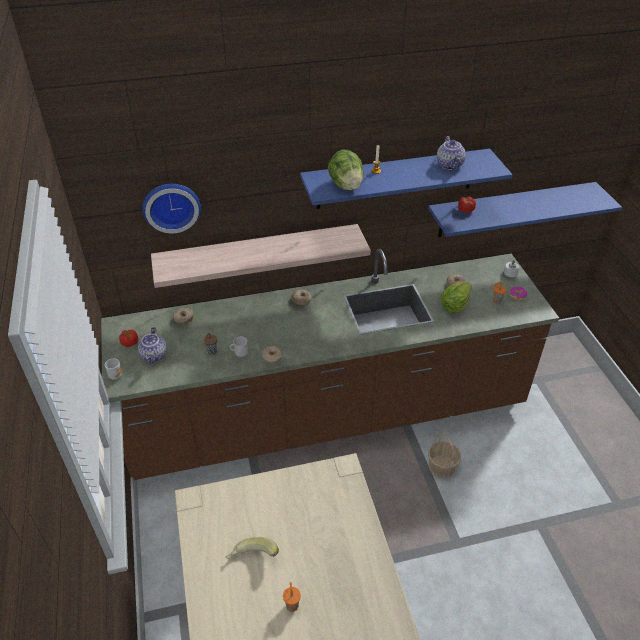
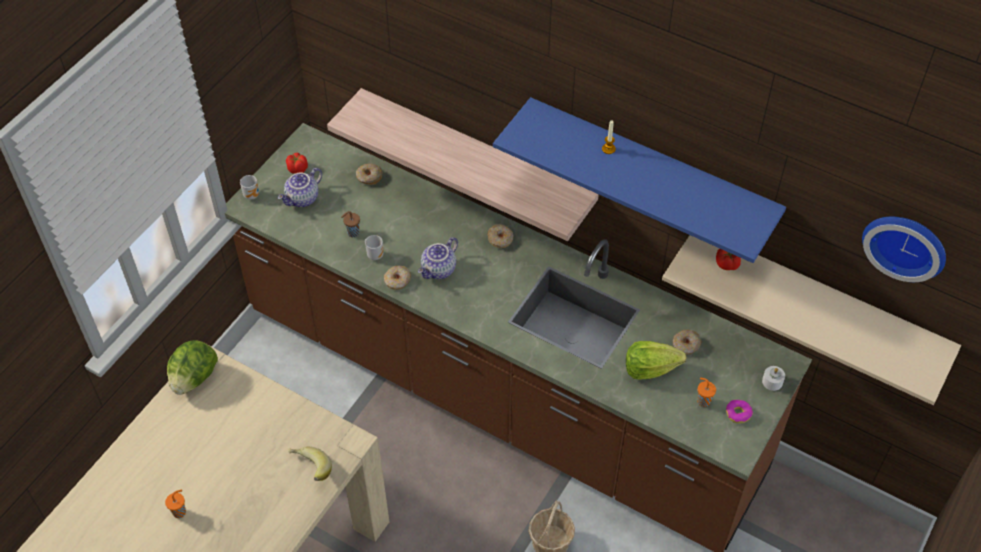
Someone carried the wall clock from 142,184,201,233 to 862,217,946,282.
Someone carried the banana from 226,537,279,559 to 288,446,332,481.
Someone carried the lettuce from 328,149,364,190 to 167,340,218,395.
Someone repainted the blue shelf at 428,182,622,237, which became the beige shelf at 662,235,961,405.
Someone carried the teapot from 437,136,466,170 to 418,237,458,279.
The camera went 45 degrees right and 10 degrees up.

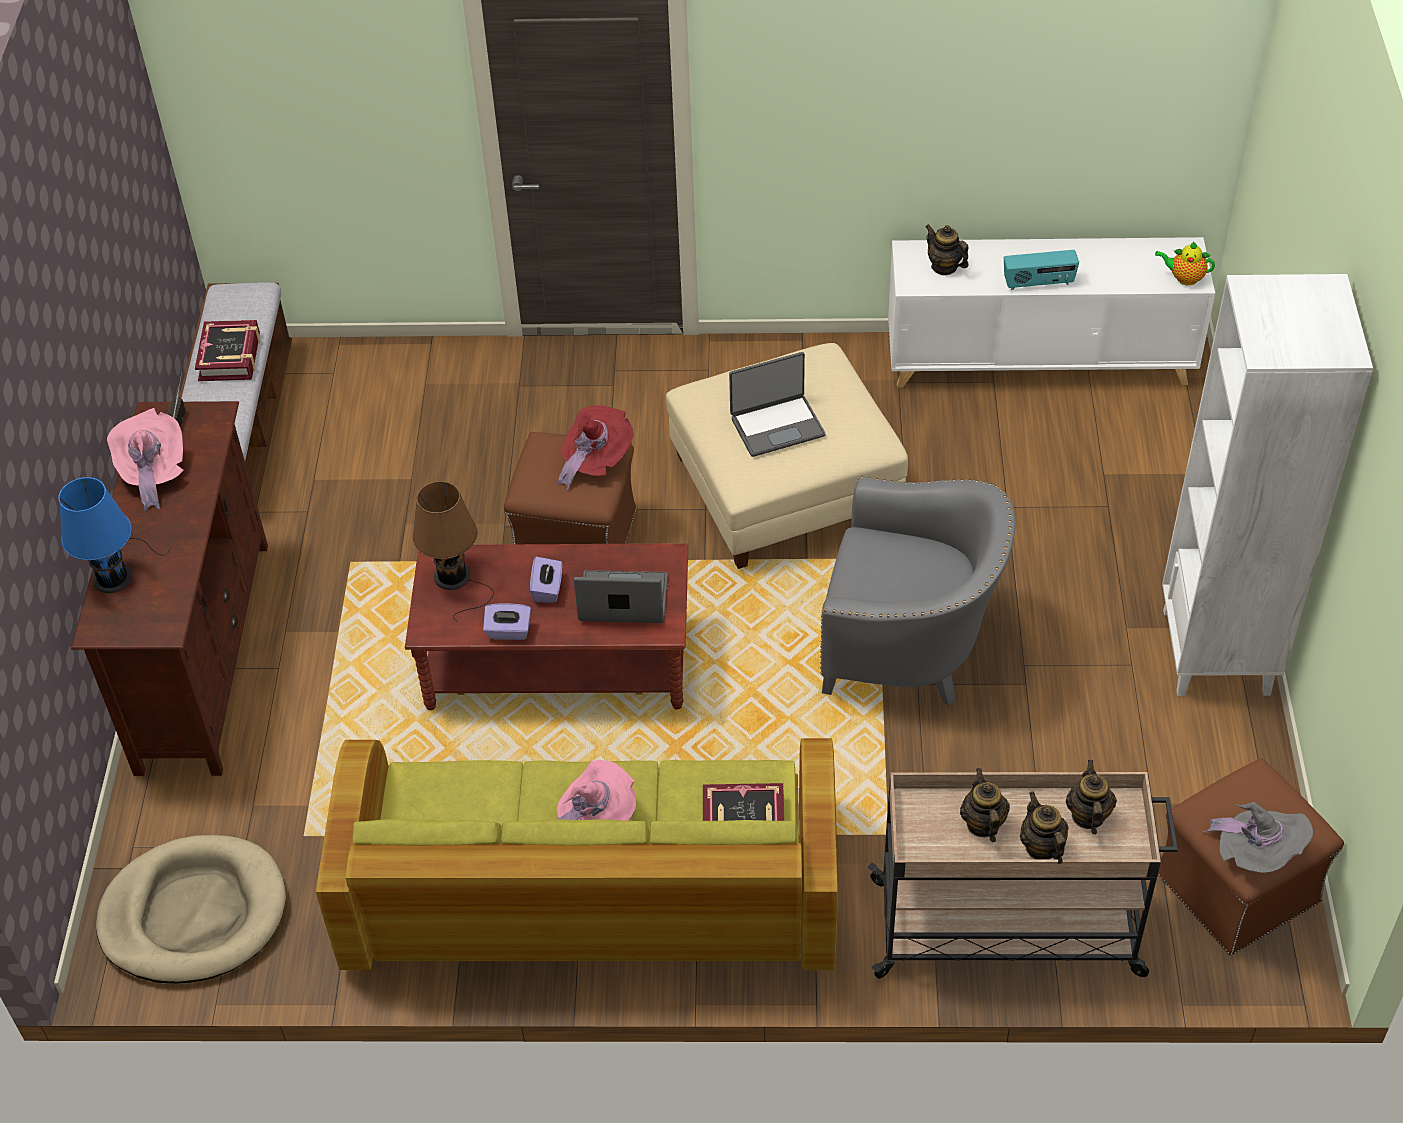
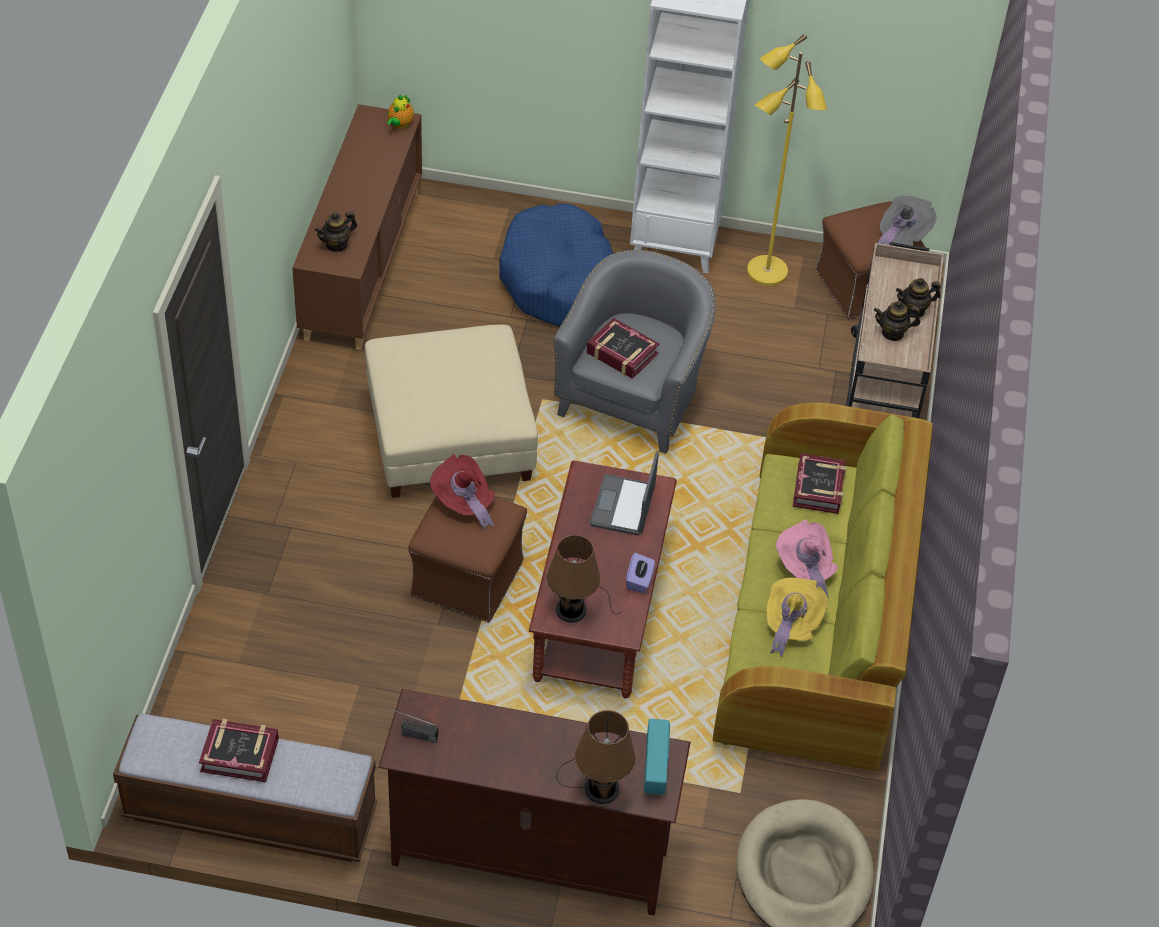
Someone repainted the blue table lamp at 58,477,170,593, which became the brown table lamp at 556,710,636,804.
Someone took away the pink hat at 107,408,183,511.
Someone took away the purple tissue box at 530,557,562,603.
Someone took away the laptop at 729,352,826,457.
Someone repainted the white cabinet at 888,237,1215,387, which became the brown cabinet at 292,104,422,350.
Someone carried the radio from 1004,250,1079,290 to 644,719,670,795.
Someone took away the teapot at 1066,760,1117,834.
Someone put down the blue dog bed at 499,203,614,326.
Someone put down the book at 587,318,659,379.
Someone put down the yellow floor lamp at 747,34,827,286.
Someone put down the yellow hat at 767,578,828,657.
The camera went 85 degrees left and 0 degrees up.

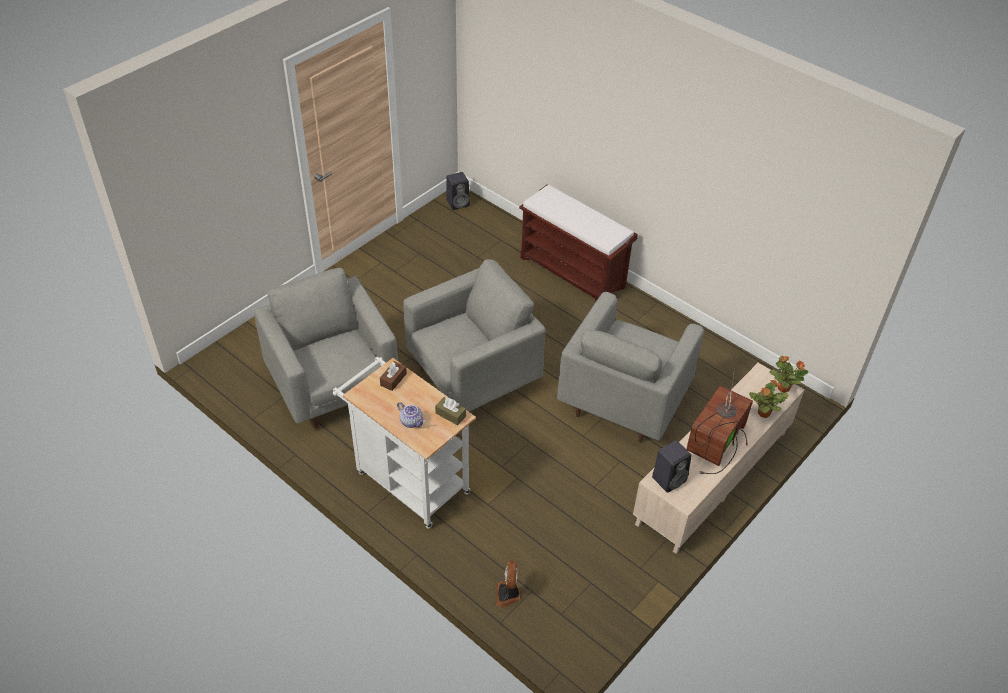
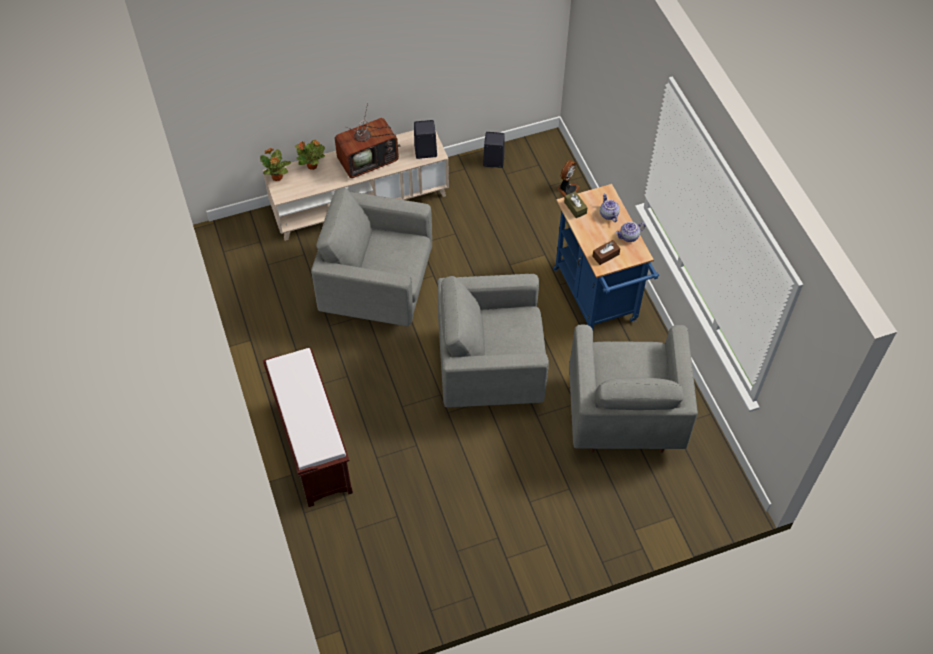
Someone repainted the white cart at 333,357,476,529, which became the blue cart at 553,184,659,330.
Someone carried the black speaker from 446,172,470,210 to 483,132,505,168.
Someone rotated the grey armchair at 557,292,704,443 by 135 degrees counterclockwise.
Someone put down the teapot at 616,222,645,242.
The camera went 150 degrees left and 10 degrees up.

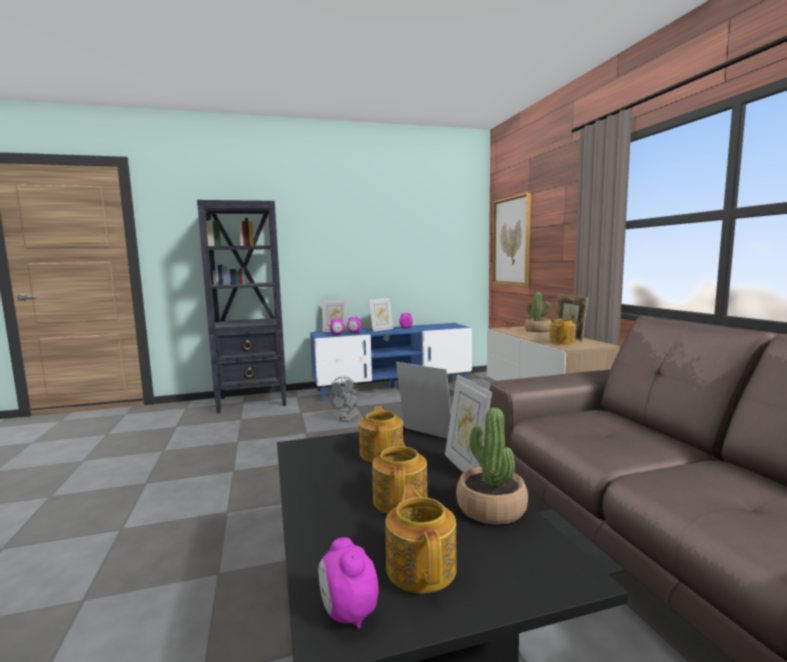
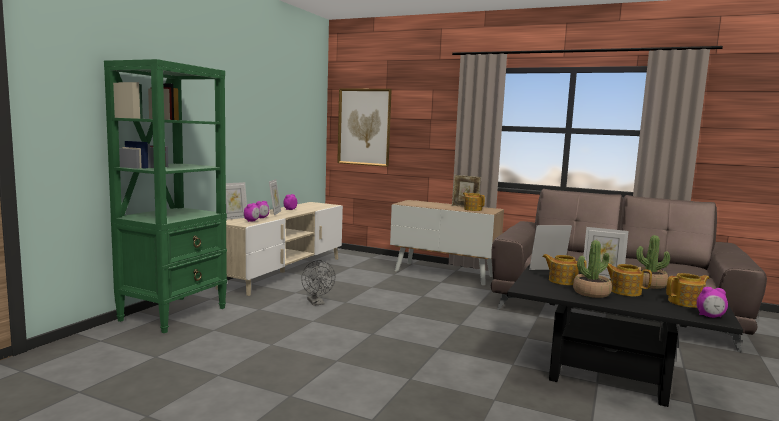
Someone repainted the black bookcase at 197,200,287,413, which became the green bookcase at 104,59,227,333.
Someone repainted the blue tv stand at 310,323,472,401, which became the beige tv stand at 216,202,343,296.
Someone rotated the teapot at 385,485,457,593 by 135 degrees clockwise.
Someone carried the potted plant from 525,292,552,332 to 573,240,612,298.
The camera went 50 degrees left and 0 degrees up.

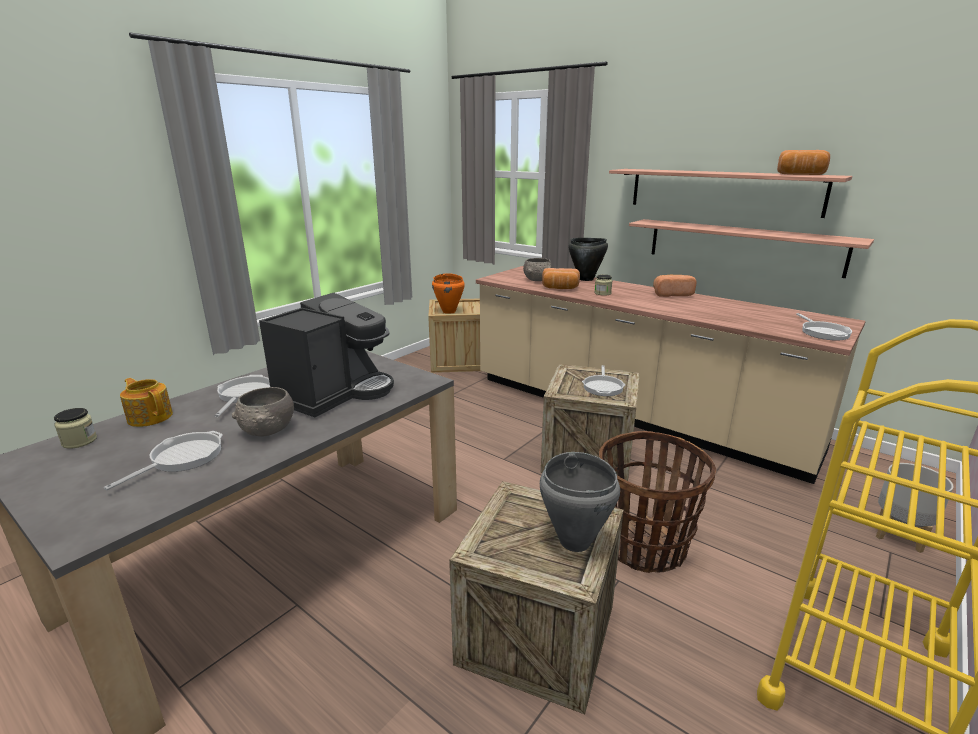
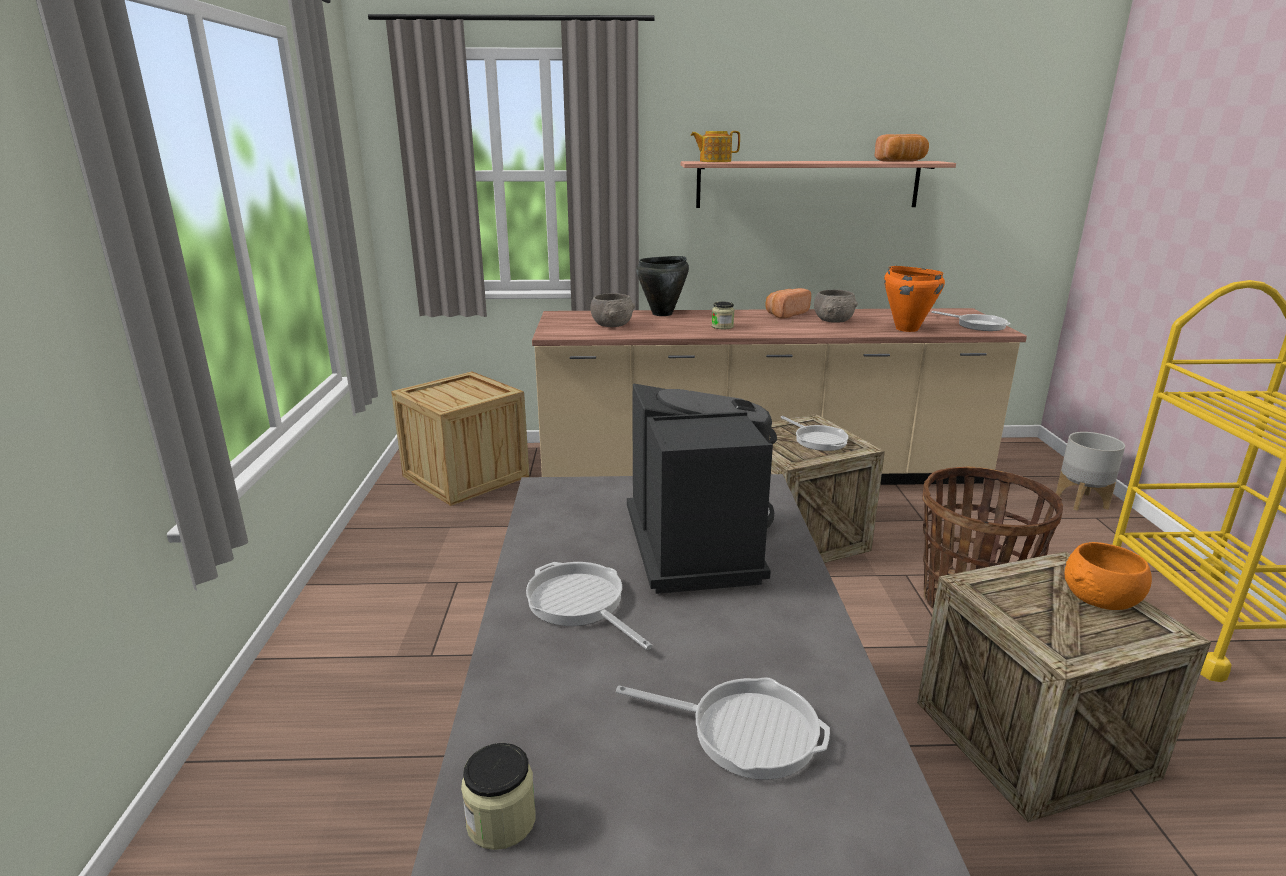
Someone rotated the frying pan at 104,431,223,491 by 120 degrees clockwise.
Someone carried the teapot from 120,378,173,427 to 690,131,740,162.
Someone carried the grey bowl from 232,387,294,436 to 814,290,858,323.
Someone carried the orange cooking pot from 432,273,465,314 to 884,266,945,332.
Someone swapped the grey cooking pot at 540,452,620,552 for the orange bowl at 1064,542,1152,610.
Someone took away the bread at 542,268,580,289.
Someone took away the shelf at 629,219,874,278.
The camera went 40 degrees left and 0 degrees up.

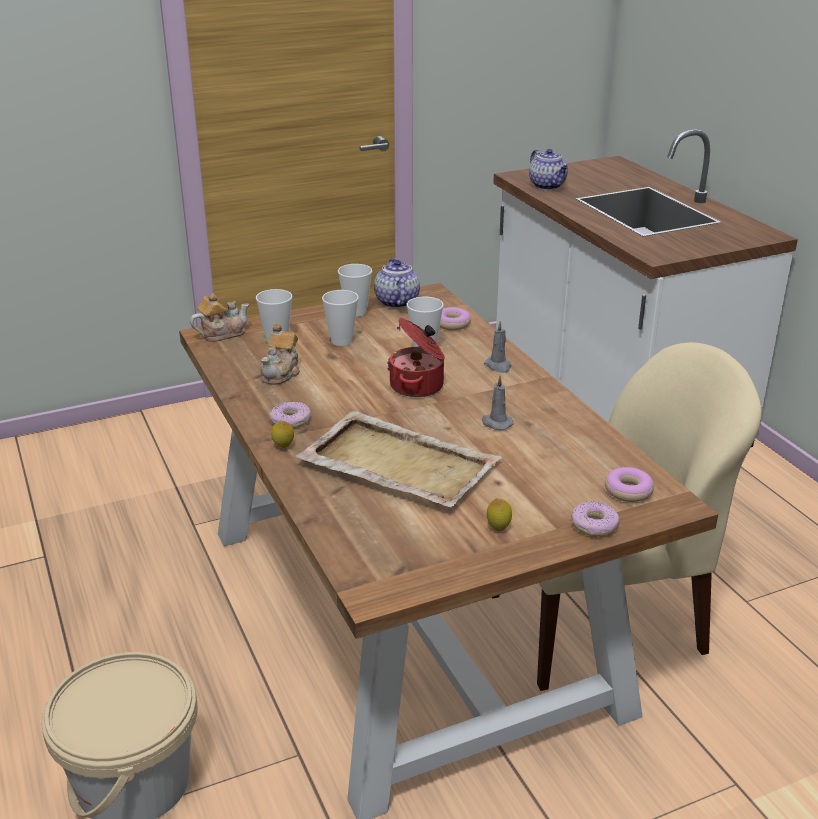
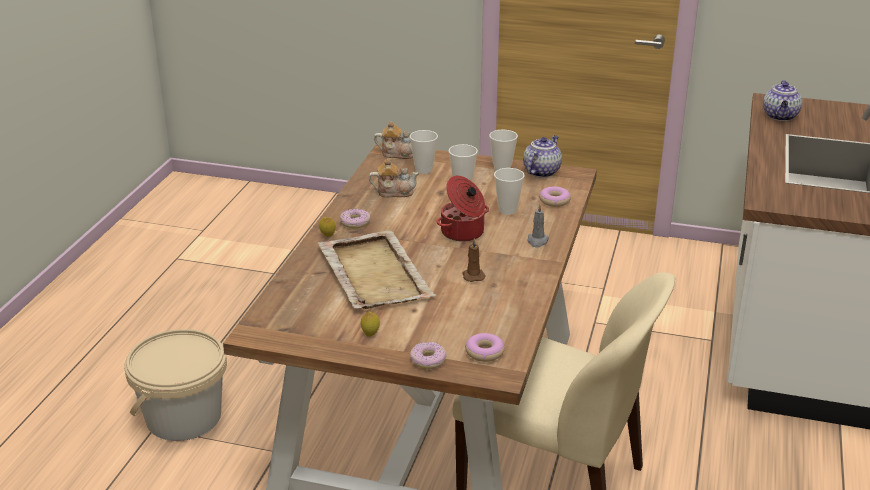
Someone rotated the teapot at 260,323,300,385 by 150 degrees counterclockwise.
Someone repainted the grey candle at 482,376,513,430, which became the brown candle at 462,238,486,282.
The camera went 40 degrees right and 0 degrees up.

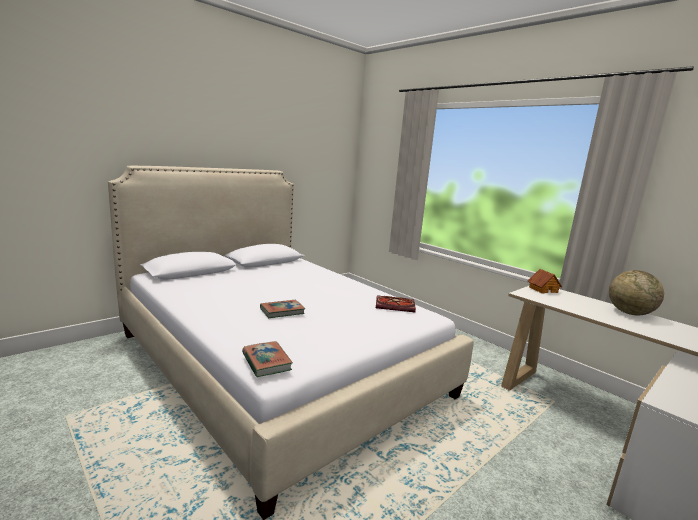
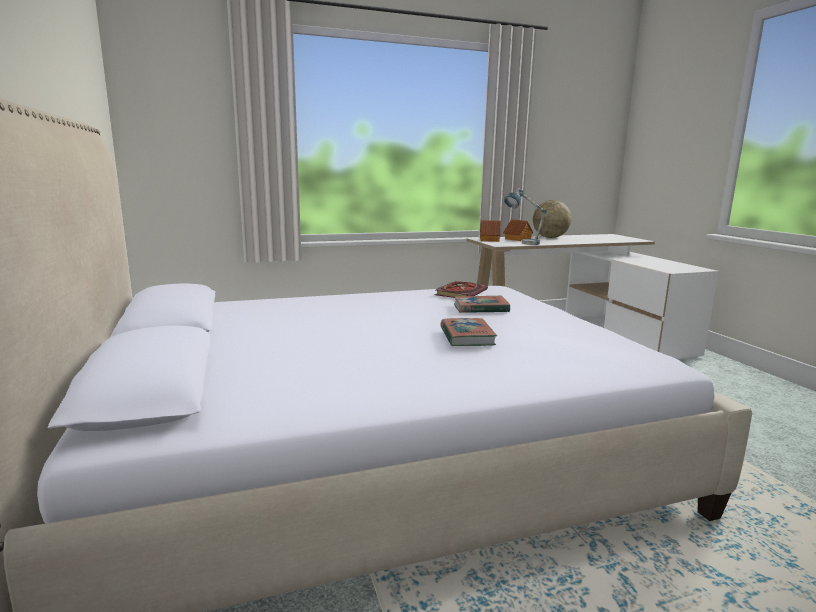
Someone carried the book from 242,341,293,377 to 454,296,510,313.
Someone put down the toy house at 503,219,533,241.
Someone put down the table lamp at 504,188,547,245.
The camera went 65 degrees left and 0 degrees up.

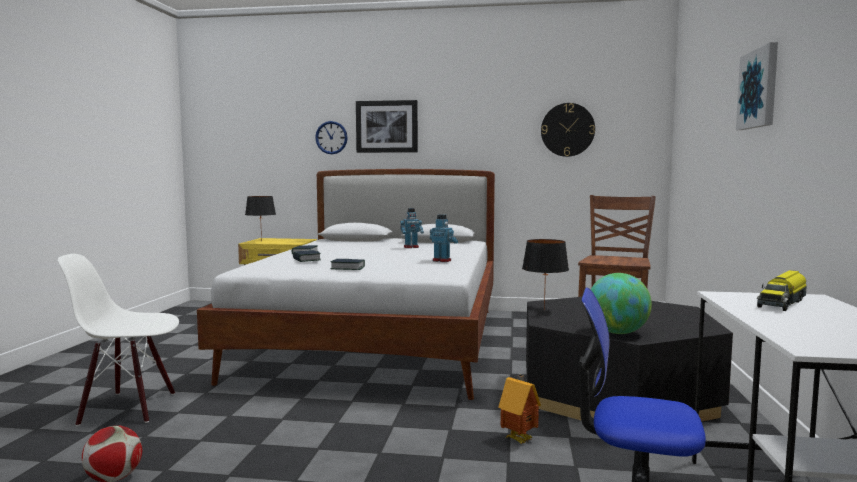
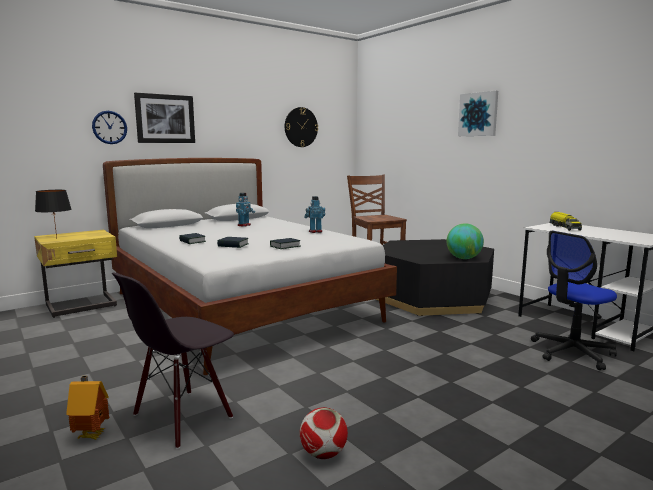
Someone repainted the white chair at 58,254,179,426, which became the black chair at 112,272,234,449.
Someone carried the toy house from 499,375,541,444 to 66,376,109,440.
Someone took away the black table lamp at 522,239,569,310.
The camera went 45 degrees left and 5 degrees up.

